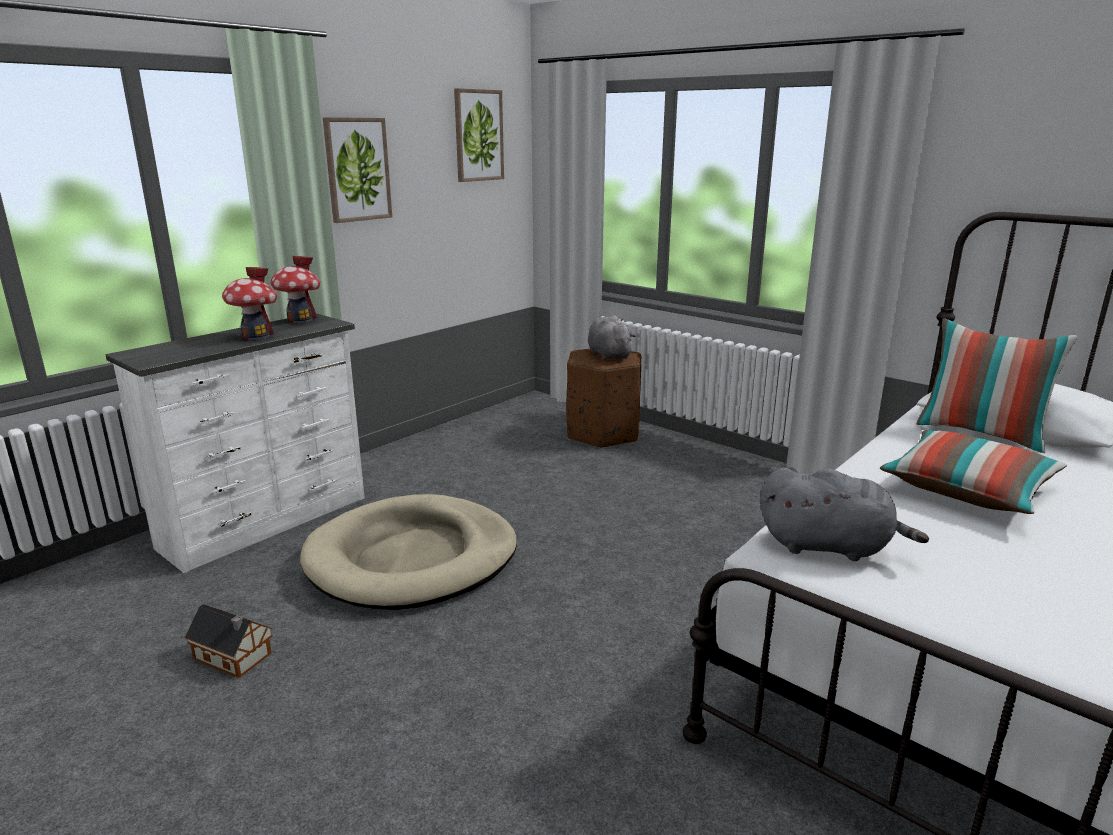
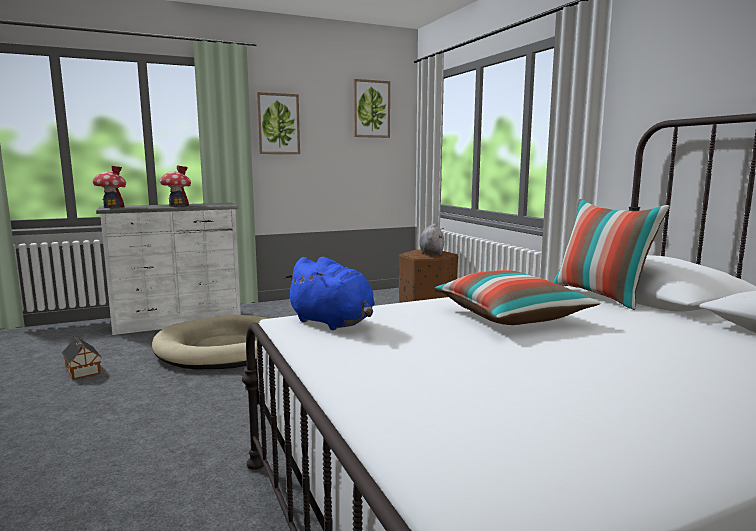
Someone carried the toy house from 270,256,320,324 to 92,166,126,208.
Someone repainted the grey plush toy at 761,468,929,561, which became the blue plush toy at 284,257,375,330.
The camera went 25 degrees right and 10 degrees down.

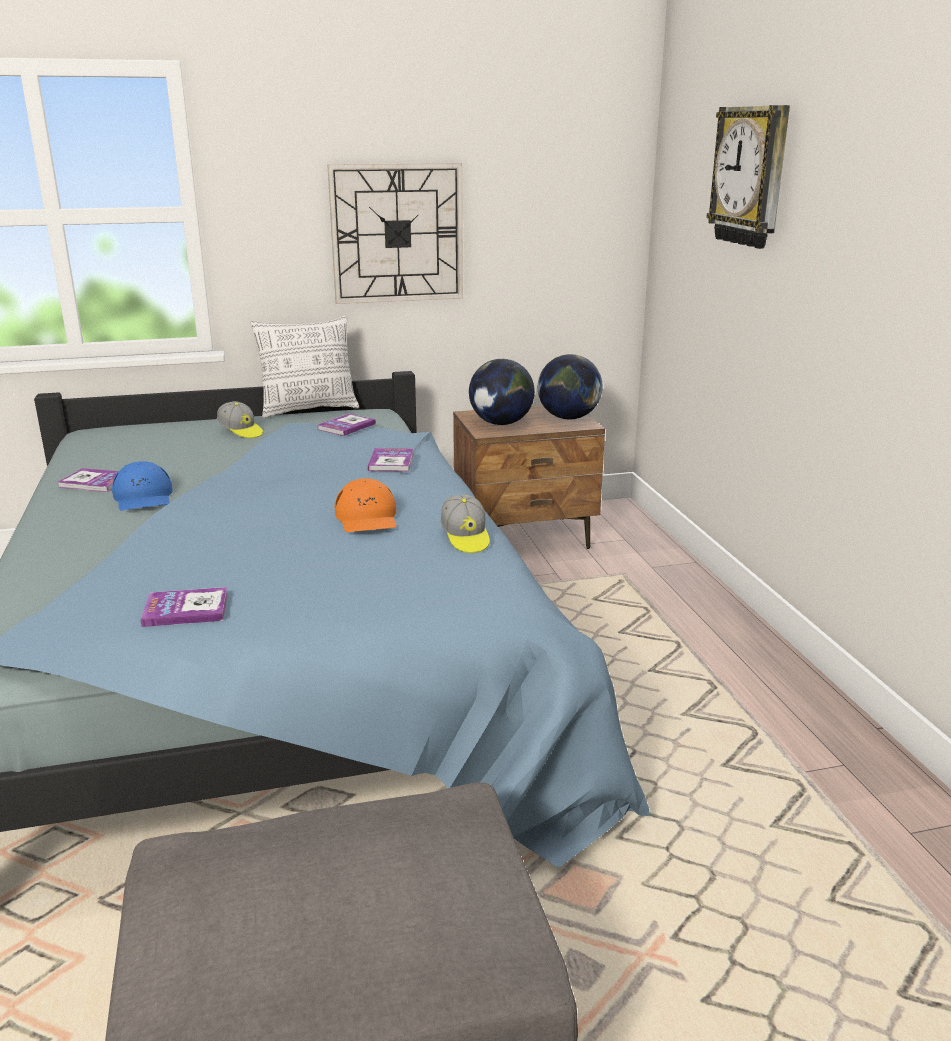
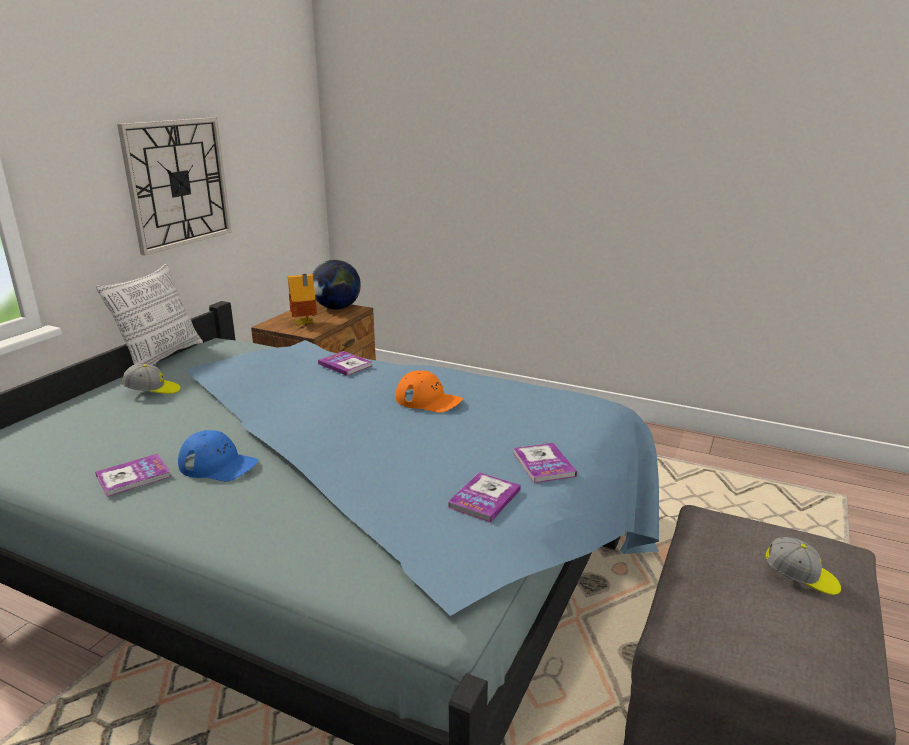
Someone carried the book from 317,414,376,436 to 513,443,577,483.
Someone carried the cap from 441,495,490,553 to 766,537,841,595.
Someone swapped the globe at 469,359,535,425 for the toy house at 288,274,317,326.
Someone took away the wall clock at 707,105,790,249.
The camera went 50 degrees left and 0 degrees up.

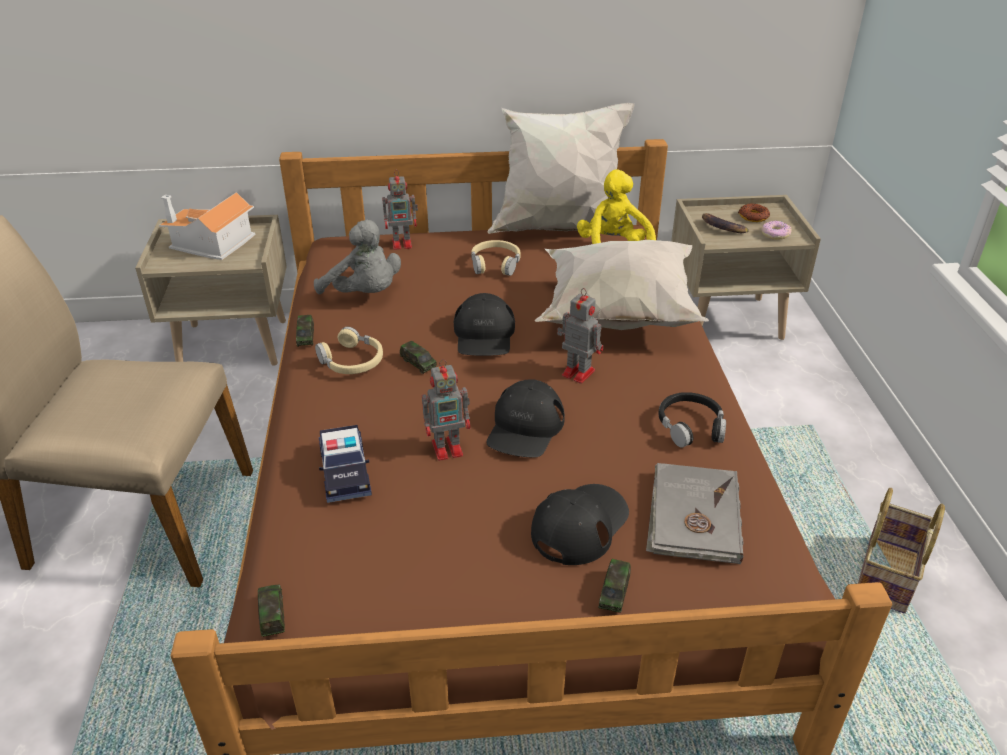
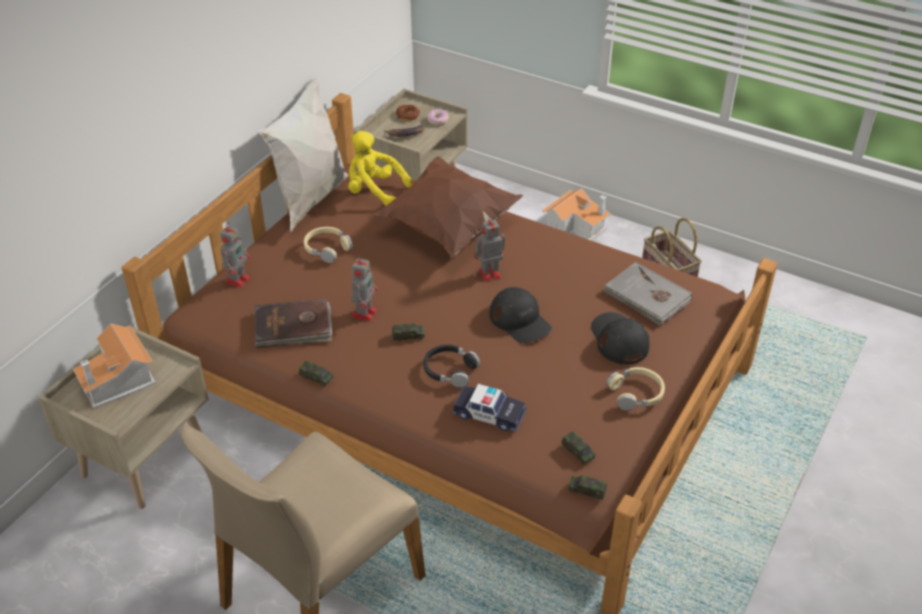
Someone swapped the grey plush toy at 314,220,401,294 for the brown book at 255,298,332,348.
Someone carried the beige headphones from 315,327,383,374 to 606,367,665,410.
Someone carried the toy robot from 422,359,471,461 to 351,255,378,322.
Someone took away the black cap at 454,293,515,356.
Someone repainted the white pillow at 535,240,709,330, which became the brown pillow at 372,156,524,259.
Someone carried the toy car from 598,559,631,613 to 561,431,595,465.
Someone carried the black headphones from 658,392,726,448 to 424,345,480,387.
Someone put down the toy house at 542,188,611,241.
The camera went 55 degrees left and 5 degrees up.

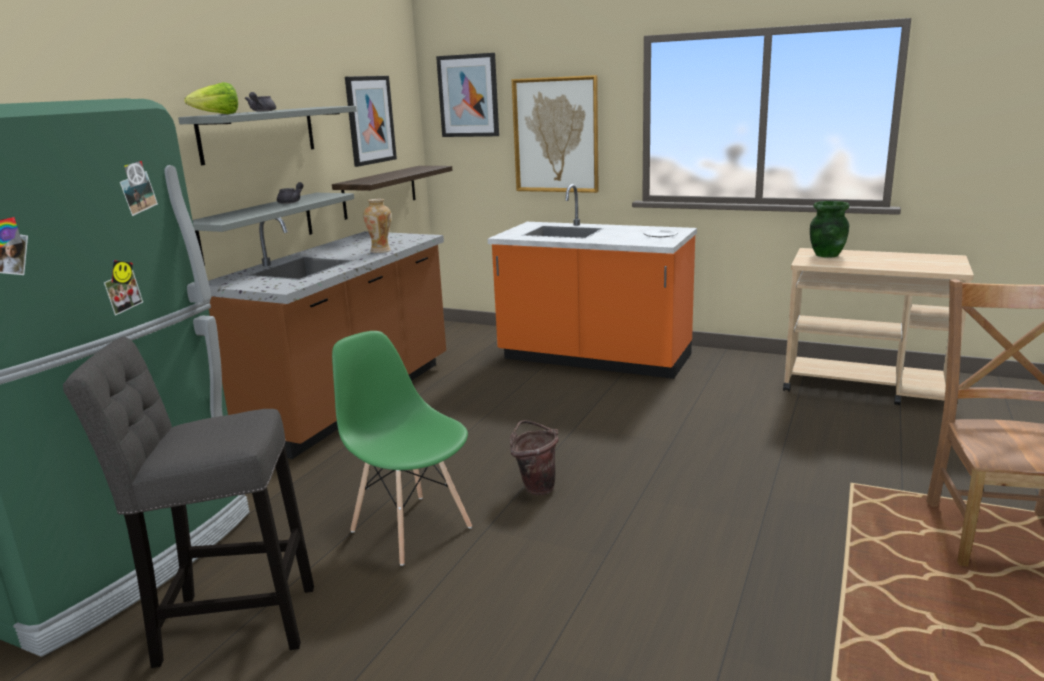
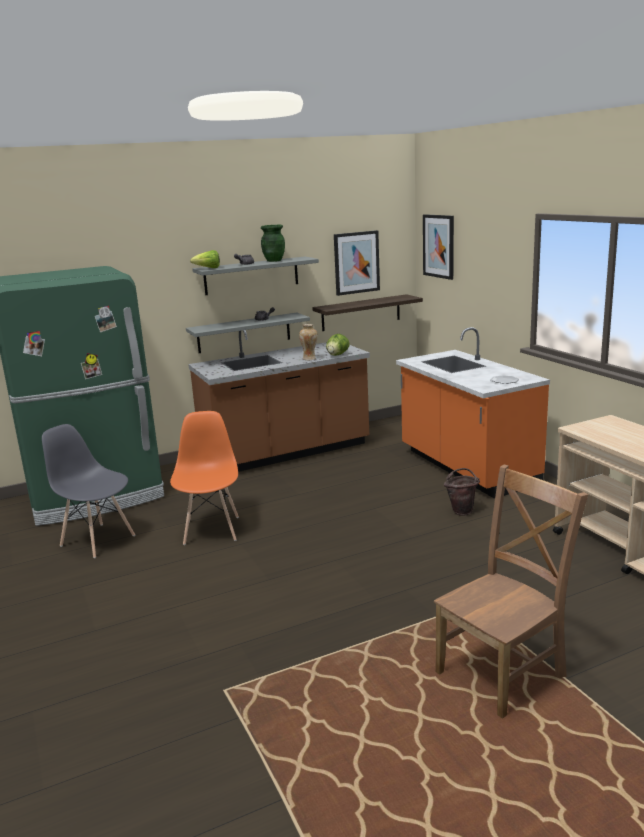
Someone swapped the grey stool at 63,337,314,668 for the grey chair at 42,424,135,558.
Someone repainted the green chair at 332,331,472,566, which became the orange chair at 170,411,239,545.
Someone carried the brown bucket from 510,420,558,495 to 444,468,480,516.
Someone took away the picture at 512,75,599,193.
Someone carried the green vase from 810,201,850,258 to 261,225,285,262.
Someone put down the lettuce at 326,334,350,356.
The camera went 40 degrees right and 0 degrees up.

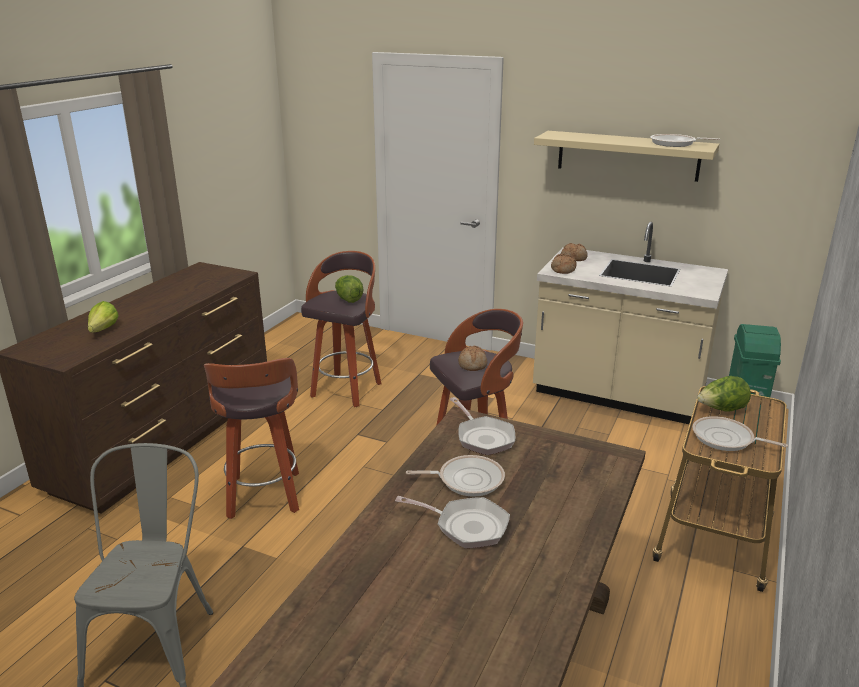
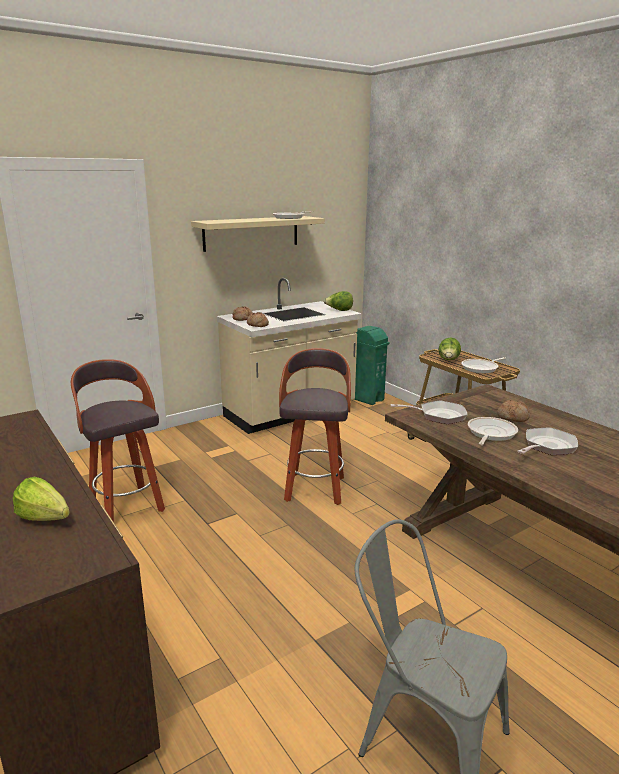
Someone took away the stool at 204,358,299,519.
Someone carried the lettuce from 335,275,363,303 to 324,291,353,311.
Someone carried the bread from 458,346,487,371 to 497,399,530,422.
The camera went 60 degrees left and 5 degrees down.

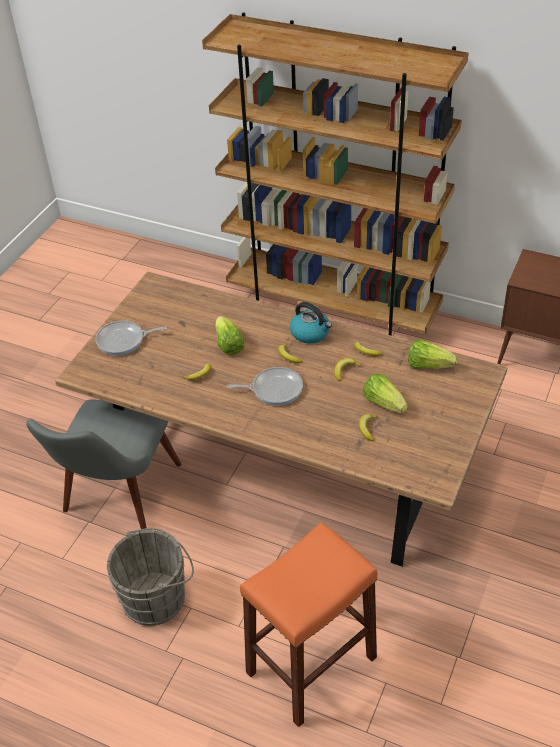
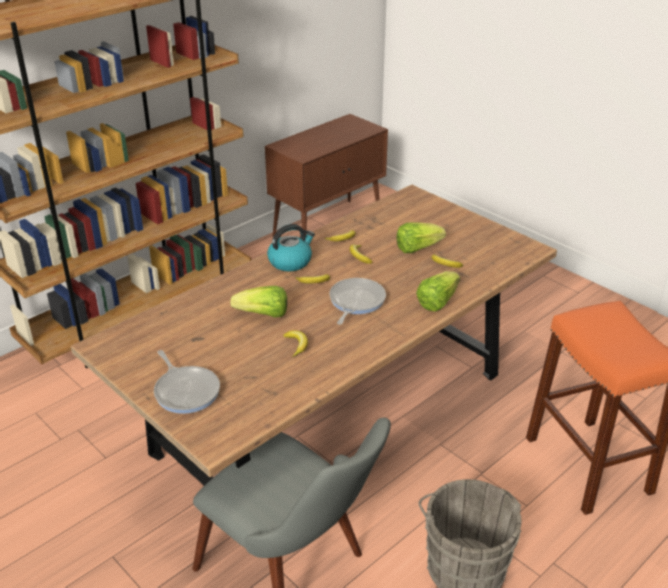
Someone rotated the frying pan at 96,321,167,355 by 45 degrees counterclockwise.
Someone carried the lettuce from 408,339,457,369 to 416,271,460,311.
The camera went 70 degrees left and 10 degrees down.

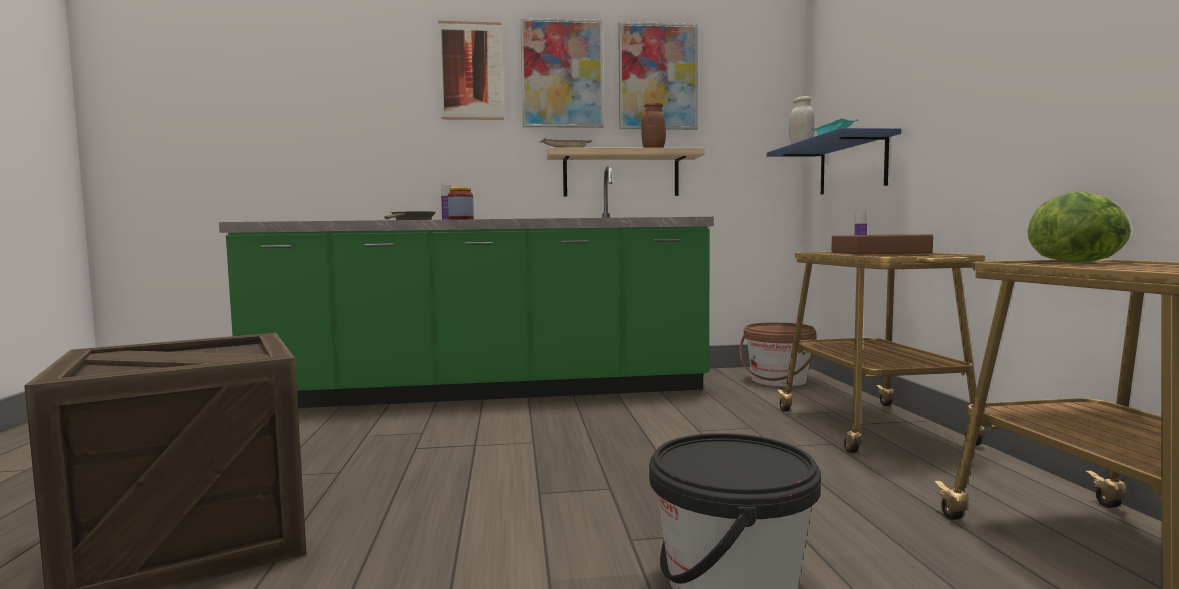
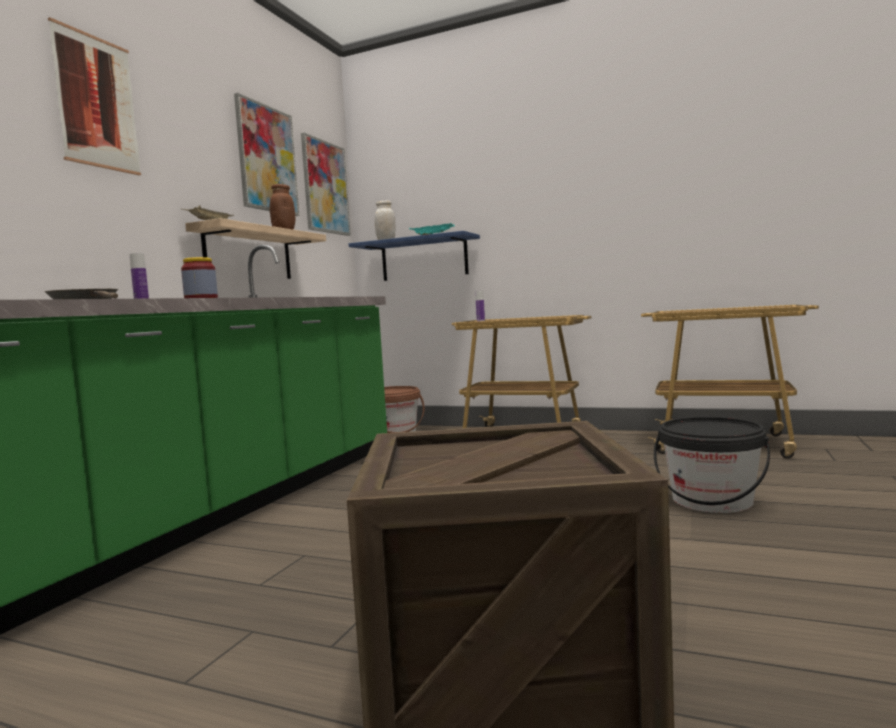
Someone carried the picture from 520,18,604,128 to 301,133,351,236.
Someone took away the brown tray at 832,234,933,254.
Someone took away the lettuce at 1028,191,1131,263.
The camera went 60 degrees left and 0 degrees up.

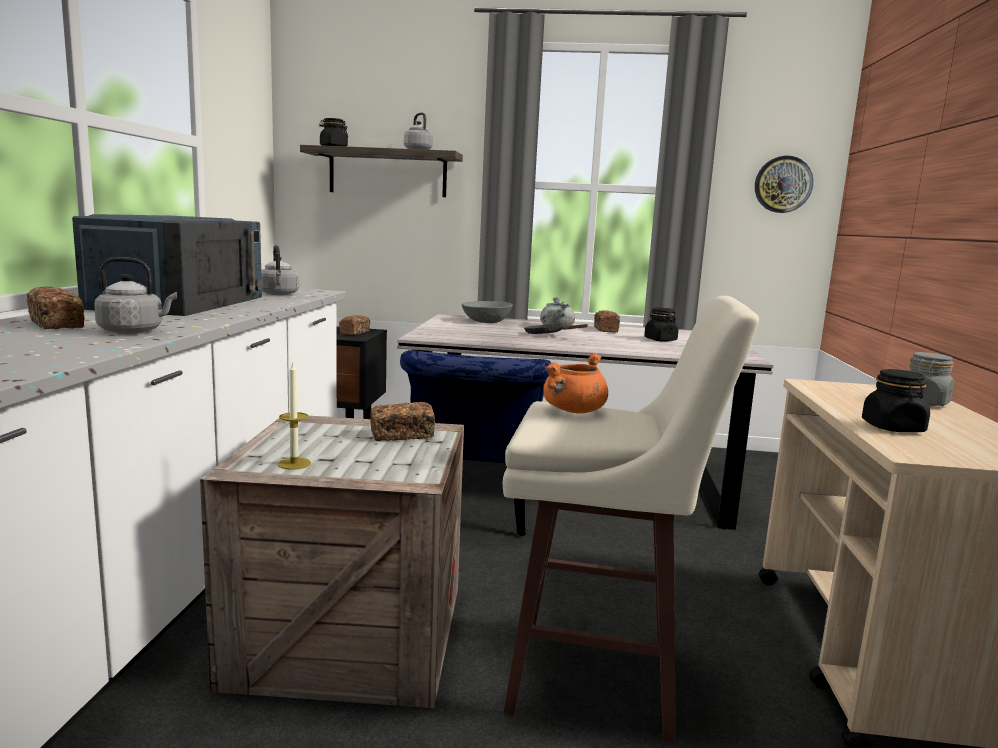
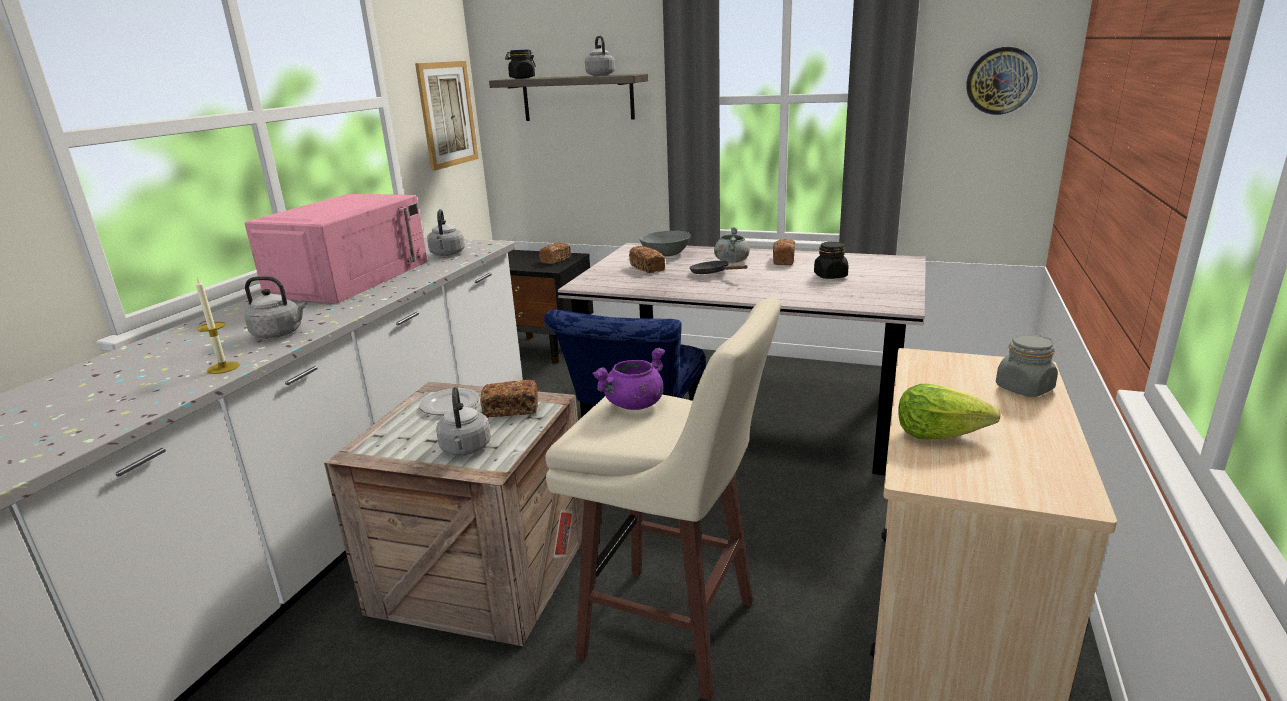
Someone carried the bread from 26,287,85,329 to 629,246,665,273.
Someone repainted the blue microwave at 72,214,262,316, which became the pink microwave at 245,194,427,303.
Someone carried the candle from 278,363,311,470 to 196,277,240,374.
Someone repainted the orange cooking pot at 543,353,608,413, which became the purple cooking pot at 592,348,665,410.
Someone swapped the black jar at 862,369,930,432 for the lettuce at 898,384,1001,440.
Someone put up the picture at 415,61,479,171.
Someone put down the plate at 419,388,480,415.
Someone put down the grey kettle at 436,387,491,456.
The camera went 15 degrees right and 10 degrees up.

